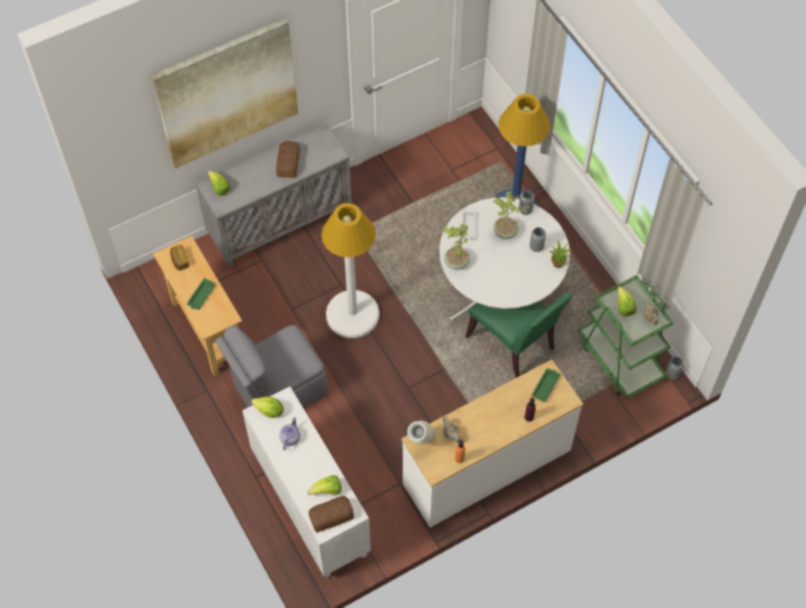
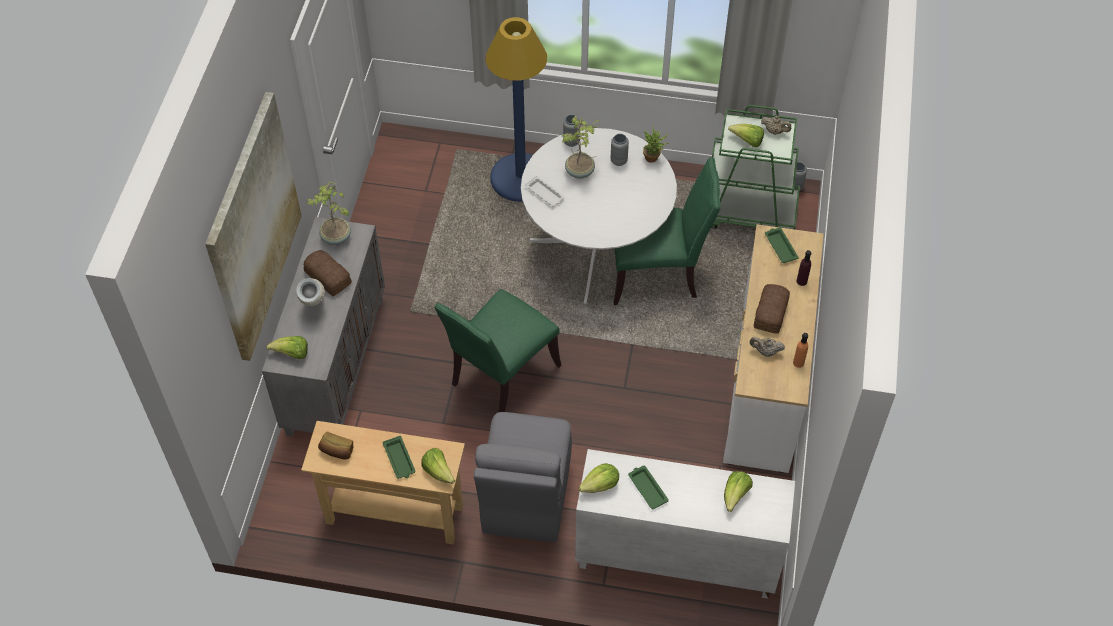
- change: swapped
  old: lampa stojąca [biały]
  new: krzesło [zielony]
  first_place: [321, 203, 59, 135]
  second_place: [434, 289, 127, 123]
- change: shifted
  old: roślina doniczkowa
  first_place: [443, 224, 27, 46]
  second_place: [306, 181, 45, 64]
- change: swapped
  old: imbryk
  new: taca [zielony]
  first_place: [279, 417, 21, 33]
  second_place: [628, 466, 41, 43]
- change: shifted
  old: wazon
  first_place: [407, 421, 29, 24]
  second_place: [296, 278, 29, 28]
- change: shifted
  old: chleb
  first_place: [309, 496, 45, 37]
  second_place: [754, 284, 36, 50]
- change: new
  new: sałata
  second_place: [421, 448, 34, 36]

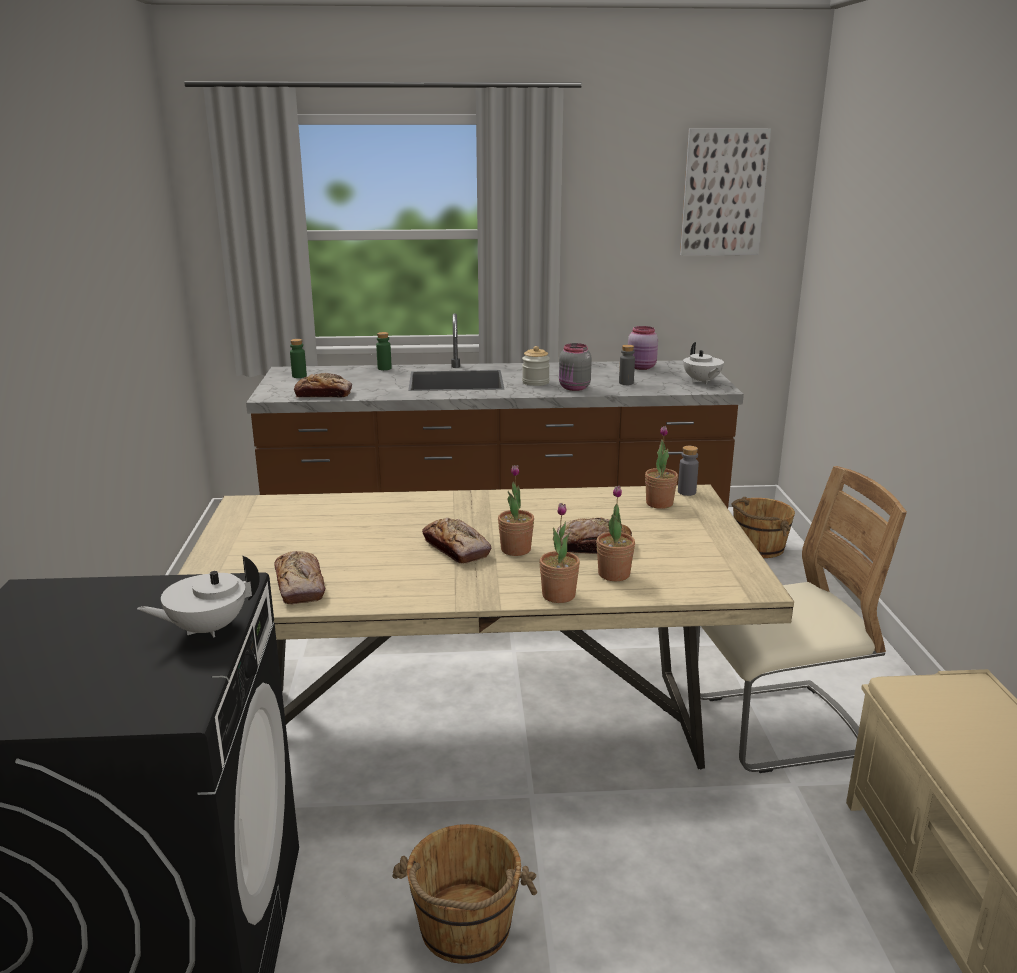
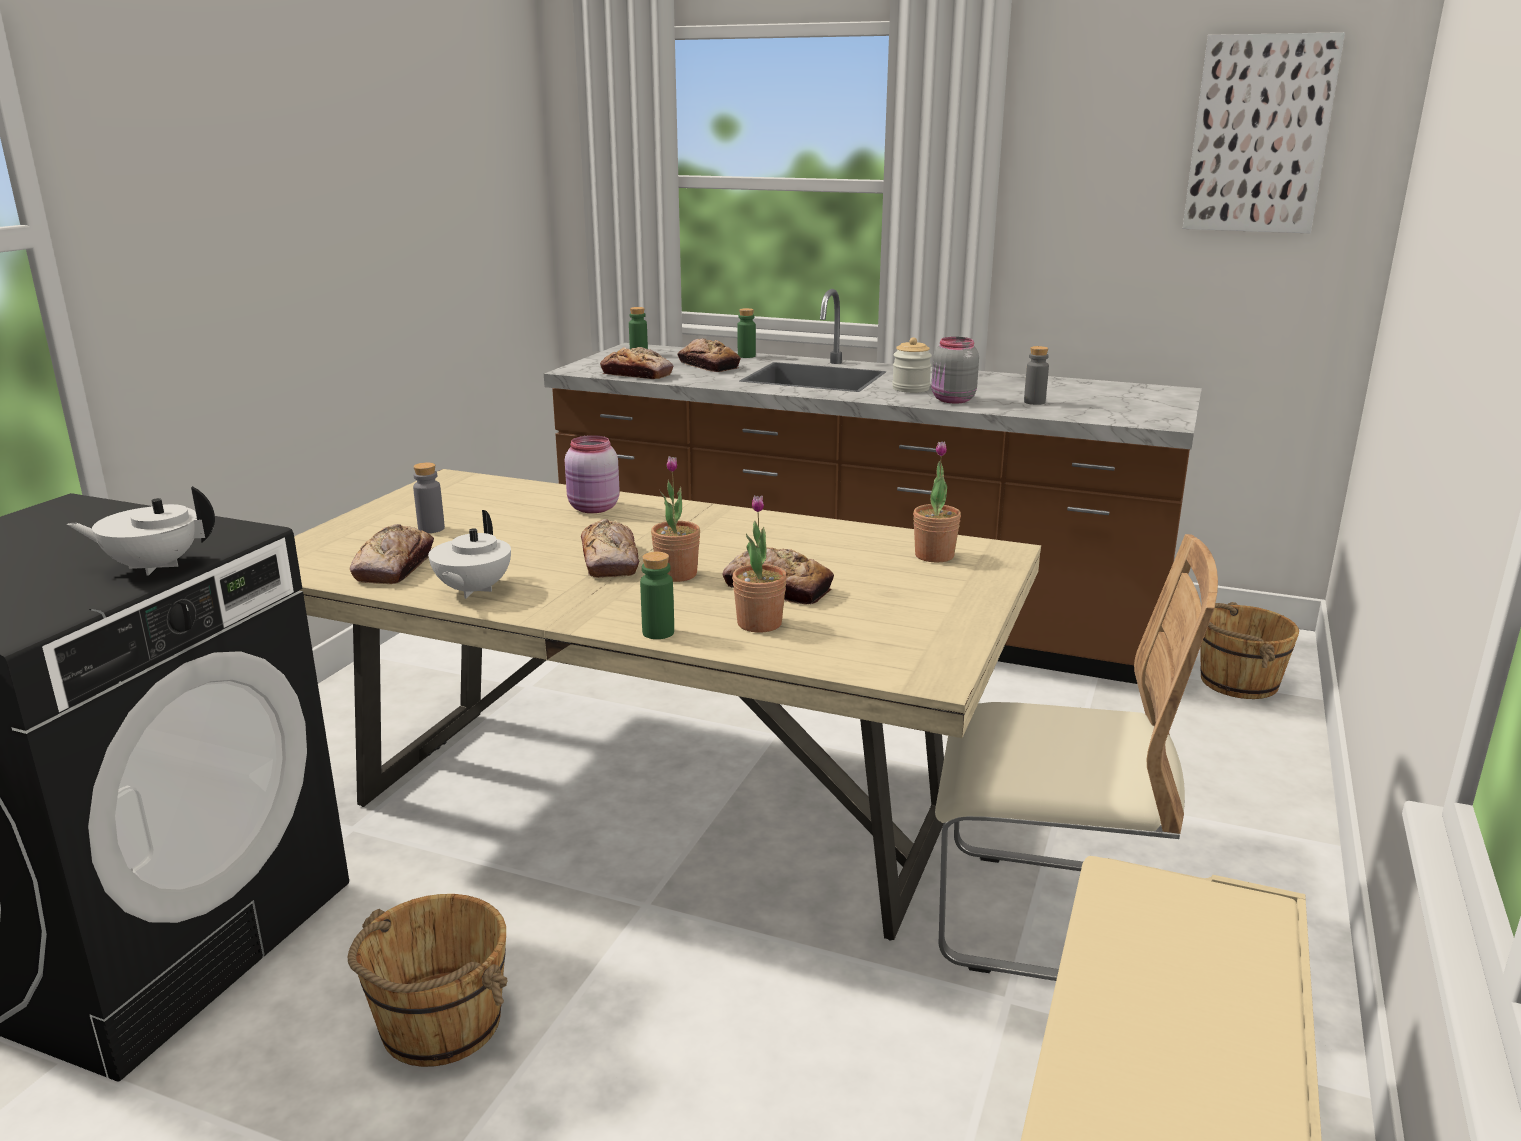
- change: shifted
  old: słoik [różowy]
  first_place: [628, 326, 30, 44]
  second_place: [565, 435, 55, 78]
- change: shifted
  old: imbryk [biały]
  first_place: [683, 342, 41, 42]
  second_place: [428, 510, 83, 89]
- change: shifted
  old: butelka [szary]
  first_place: [678, 446, 21, 50]
  second_place: [413, 463, 32, 70]
- change: swapped
  old: roślina doniczkowa
  new: butelka [zielony]
  first_place: [539, 503, 41, 100]
  second_place: [640, 552, 34, 87]
- change: new
  new: chleb
  second_place: [677, 338, 64, 34]

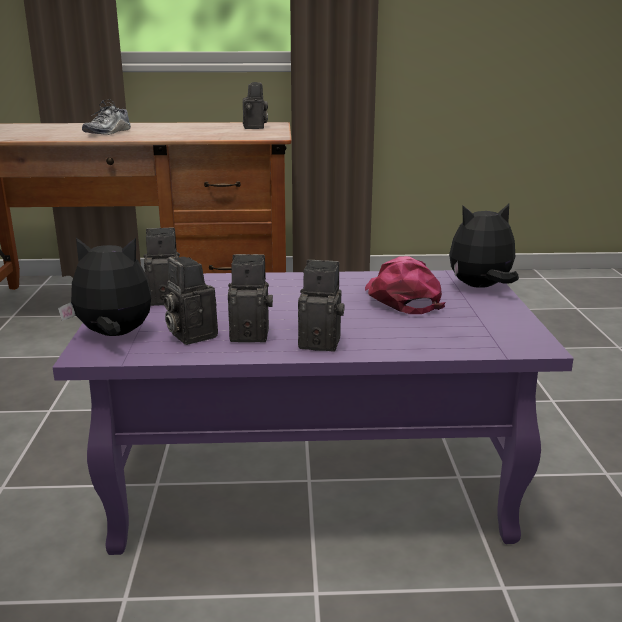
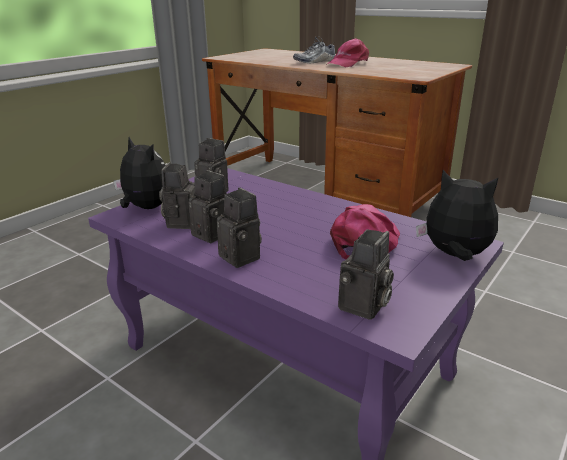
- change: shifted
  old: aparat fotograficzny
  first_place: [243, 82, 25, 47]
  second_place: [338, 229, 56, 91]
- change: new
  new: czapka z daszkiem [różowy]
  second_place: [326, 38, 43, 29]

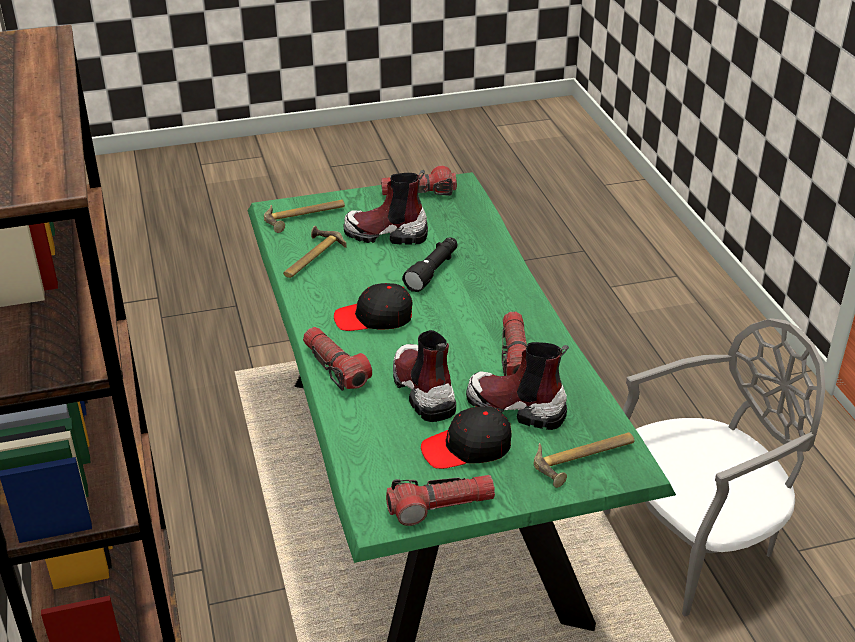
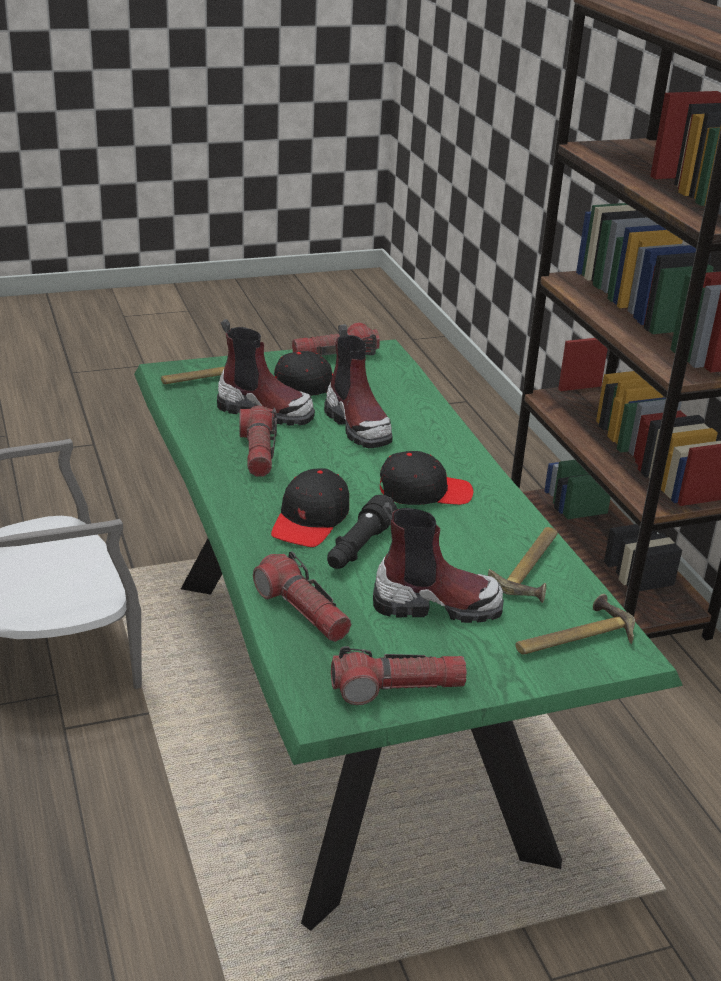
- change: shifted
  old: latarka
  first_place: [303, 327, 69, 64]
  second_place: [253, 551, 98, 91]
- change: new
  new: czapka z daszkiem [czarny]
  second_place: [271, 468, 78, 79]

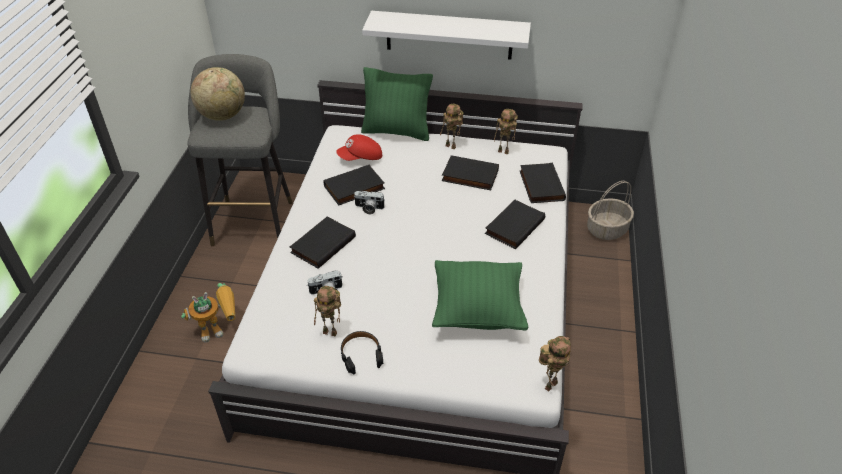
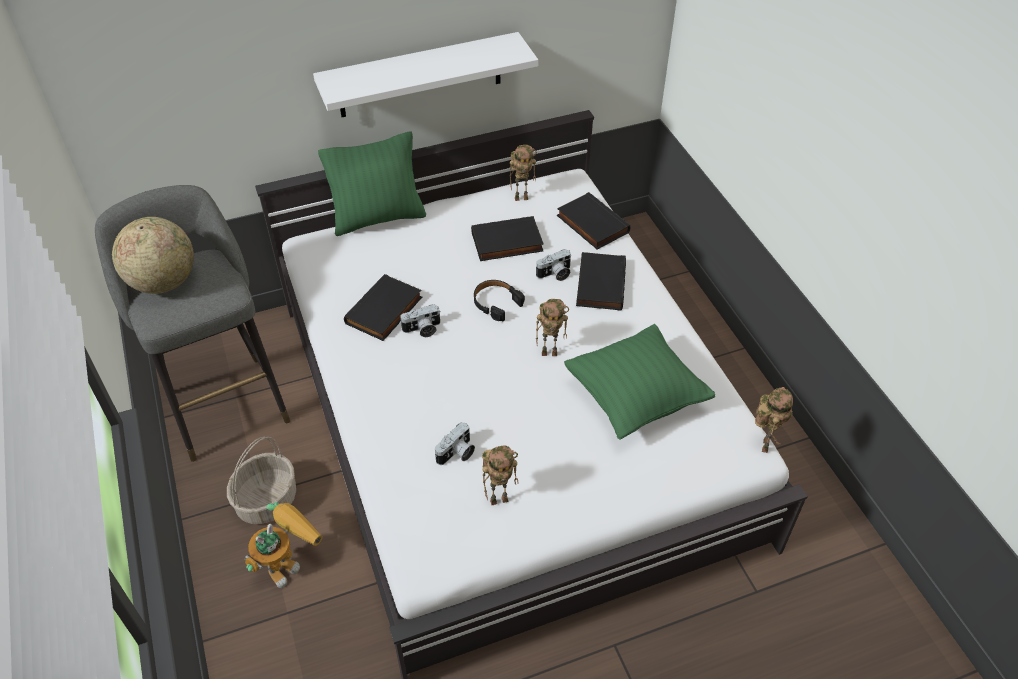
- change: shifted
  old: robot zabawkowy
  first_place: [440, 104, 23, 45]
  second_place: [536, 299, 33, 57]
- change: gone
  old: czapka z daszkiem [czerwony]
  first_place: [336, 134, 46, 27]
- change: shifted
  old: koszyk
  first_place: [587, 181, 47, 59]
  second_place: [227, 437, 69, 87]
- change: gone
  old: książka [czarny]
  first_place: [290, 216, 66, 53]
- change: shifted
  old: słuchawki [czarny]
  first_place: [341, 331, 42, 44]
  second_place: [474, 280, 51, 41]
- change: new
  new: aparat fotograficzny
  second_place: [535, 249, 36, 32]

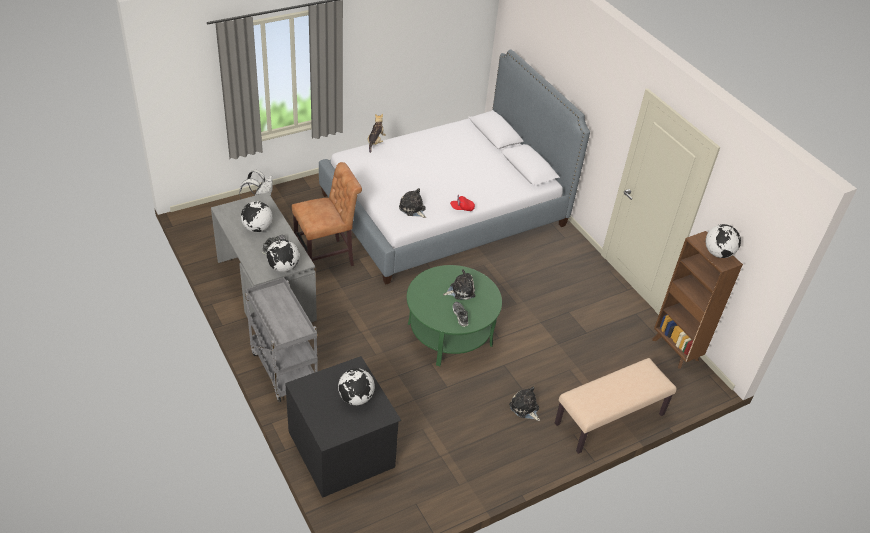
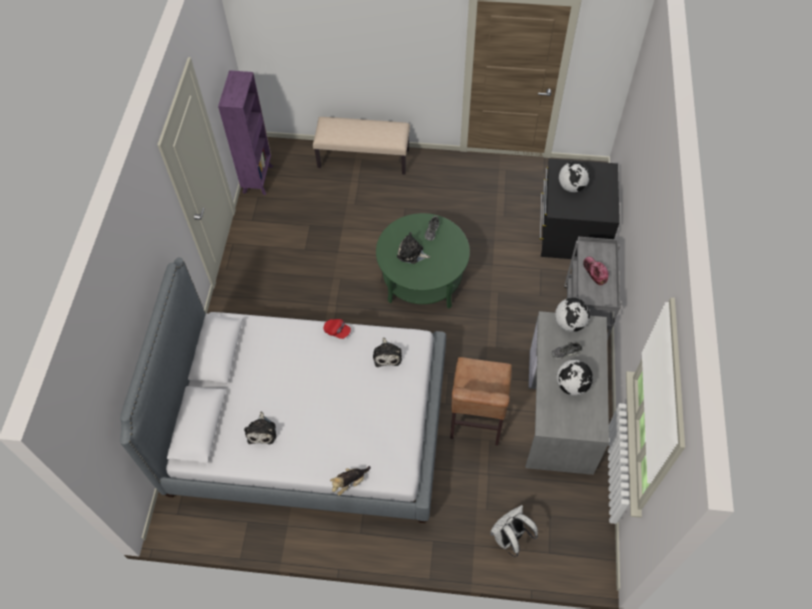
- change: rotated
  old: krzesło [brązowy]
  first_place: [292, 162, 70, 104]
  second_place: [450, 357, 62, 89]
  degrees: -90
- change: gone
  old: globus
  first_place: [705, 224, 36, 34]
- change: repainted
  old: regał [brązowy]
  new: regał [fioletowy]
  first_place: [652, 231, 91, 138]
  second_place: [218, 70, 55, 126]
- change: shifted
  old: pluszak
  first_place: [509, 386, 31, 35]
  second_place: [244, 412, 32, 32]
- change: new
  new: czapka z daszkiem
  second_place: [583, 256, 26, 29]

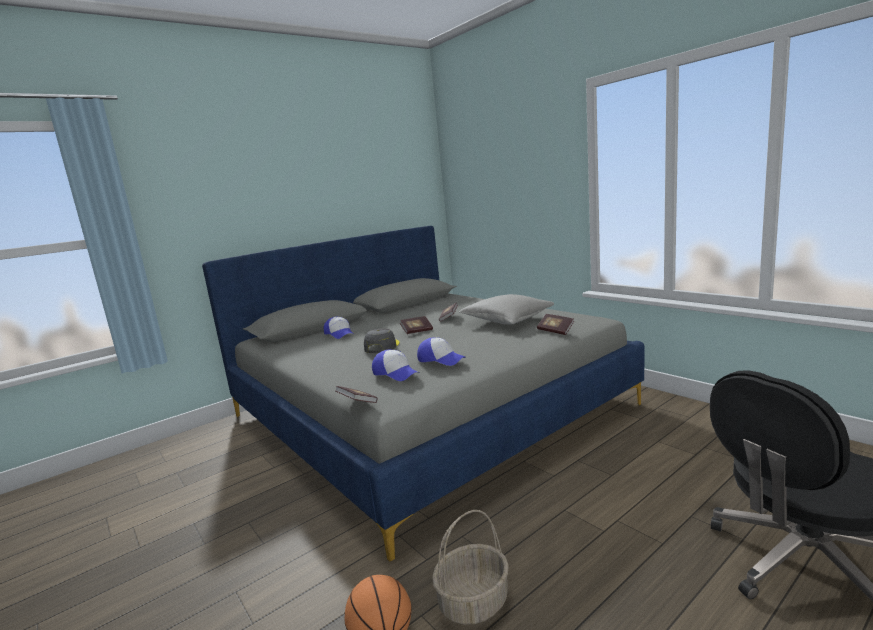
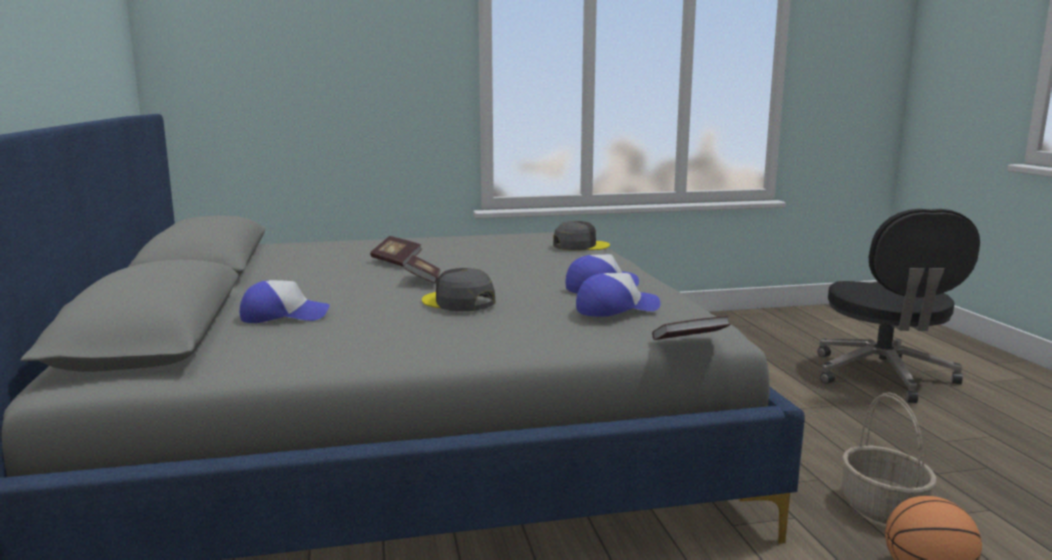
- change: gone
  old: poduszka [szary]
  first_place: [459, 294, 95, 31]
- change: swapped
  old: książka
  new: czapka z daszkiem [szary]
  first_place: [537, 314, 37, 21]
  second_place: [553, 221, 57, 30]

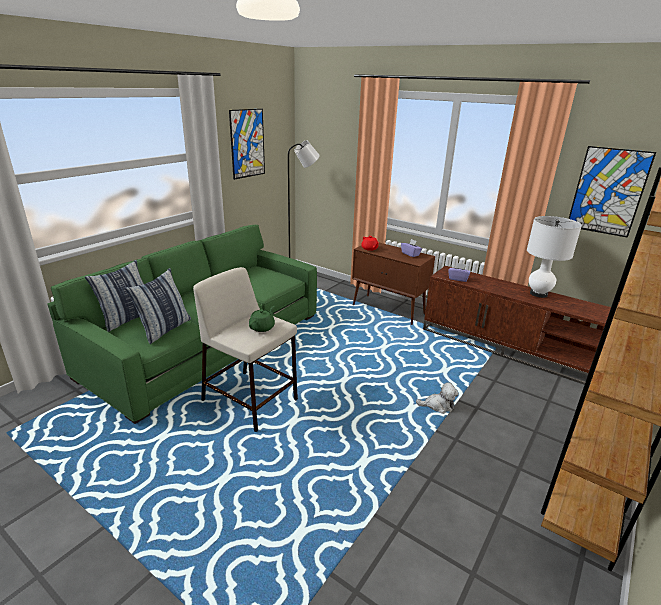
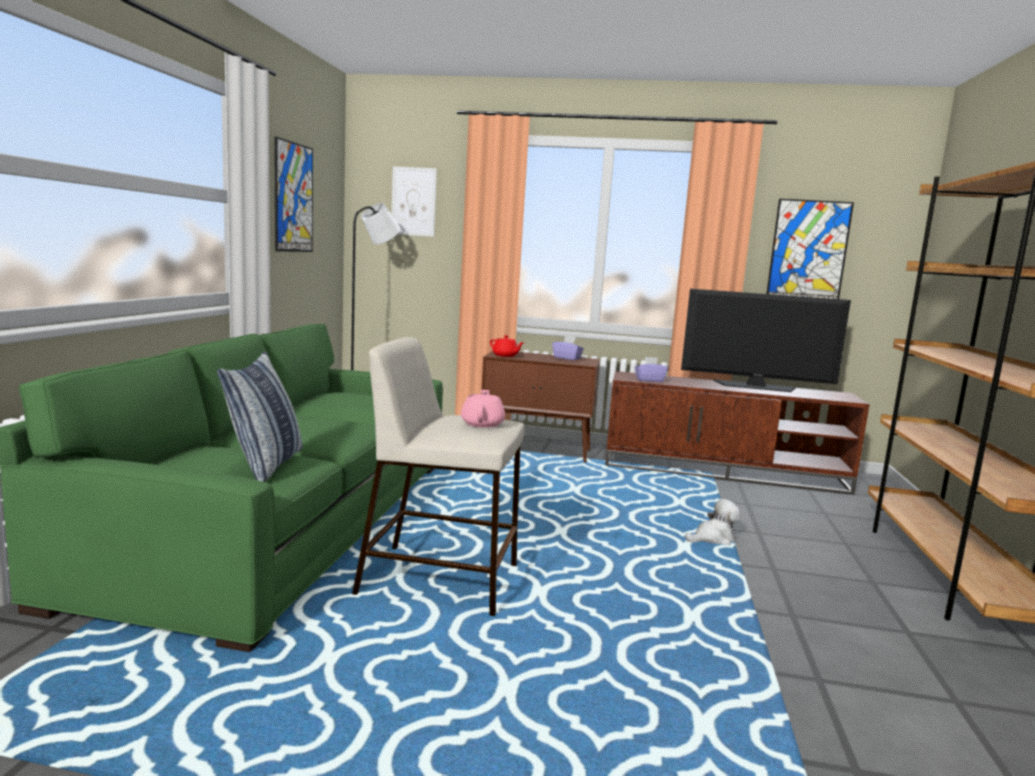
- change: swapped
  old: lampa stołowa [biały]
  new: telewizor
  first_place: [527, 216, 55, 82]
  second_place: [681, 289, 170, 103]
- change: gone
  old: poduszka
  first_place: [85, 260, 59, 72]
- change: repainted
  old: imbryk [zielony]
  new: imbryk [różowy]
  first_place: [249, 306, 26, 26]
  second_place: [461, 390, 44, 38]
- change: new
  new: obraz
  second_place: [392, 166, 45, 71]

